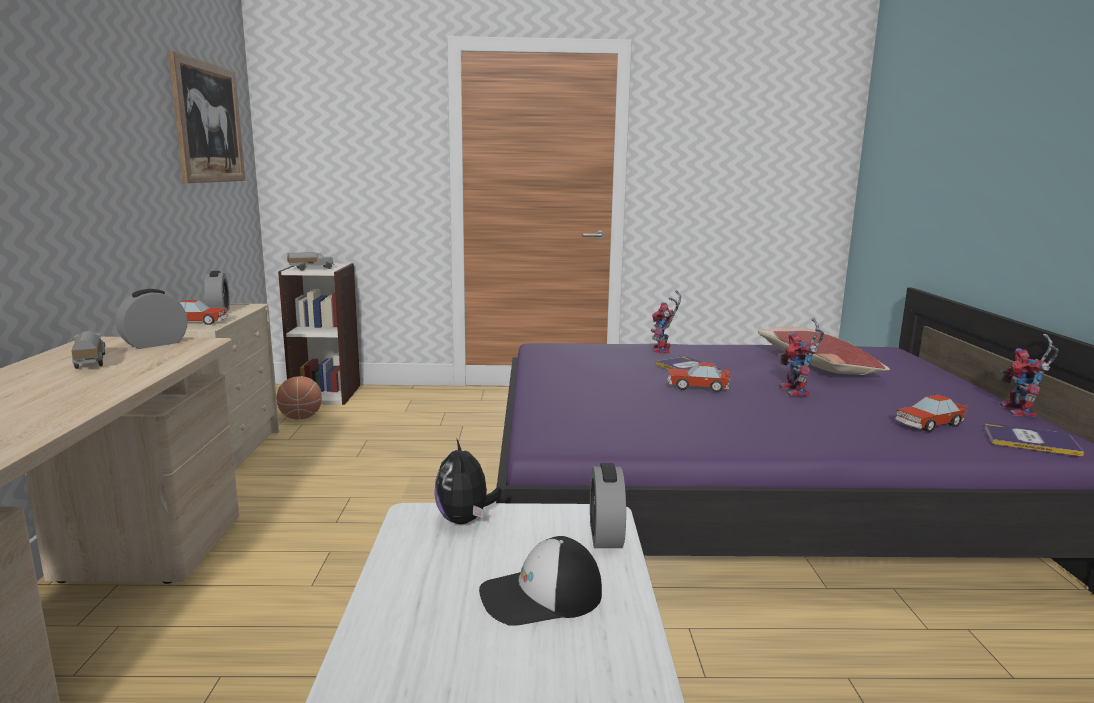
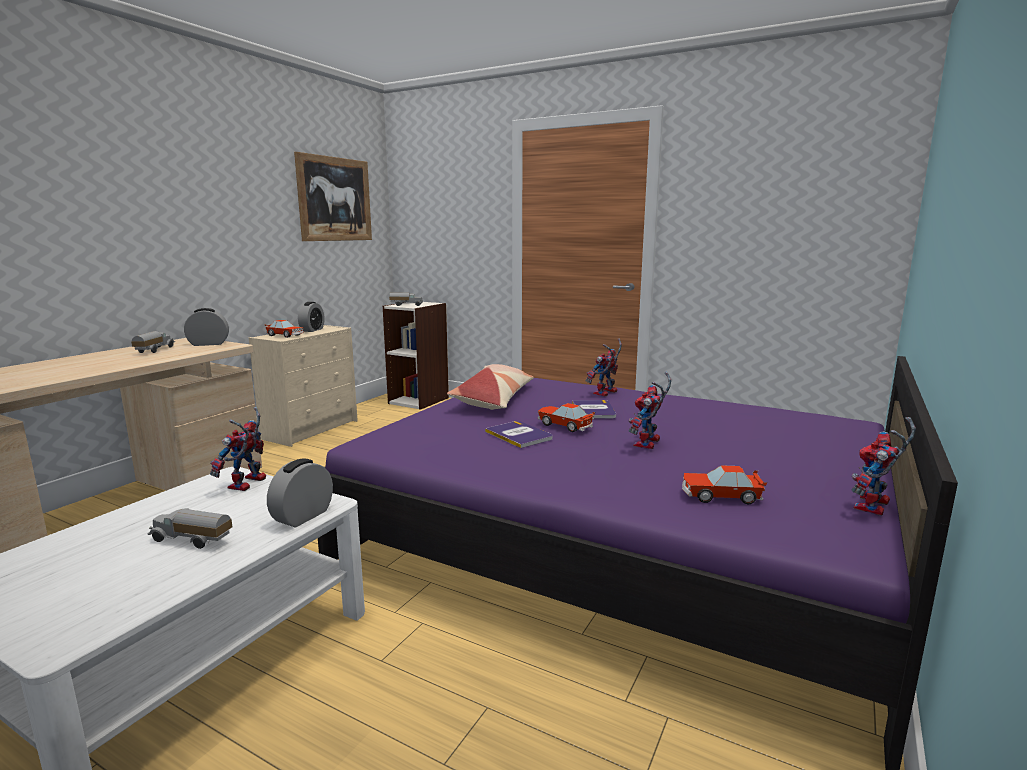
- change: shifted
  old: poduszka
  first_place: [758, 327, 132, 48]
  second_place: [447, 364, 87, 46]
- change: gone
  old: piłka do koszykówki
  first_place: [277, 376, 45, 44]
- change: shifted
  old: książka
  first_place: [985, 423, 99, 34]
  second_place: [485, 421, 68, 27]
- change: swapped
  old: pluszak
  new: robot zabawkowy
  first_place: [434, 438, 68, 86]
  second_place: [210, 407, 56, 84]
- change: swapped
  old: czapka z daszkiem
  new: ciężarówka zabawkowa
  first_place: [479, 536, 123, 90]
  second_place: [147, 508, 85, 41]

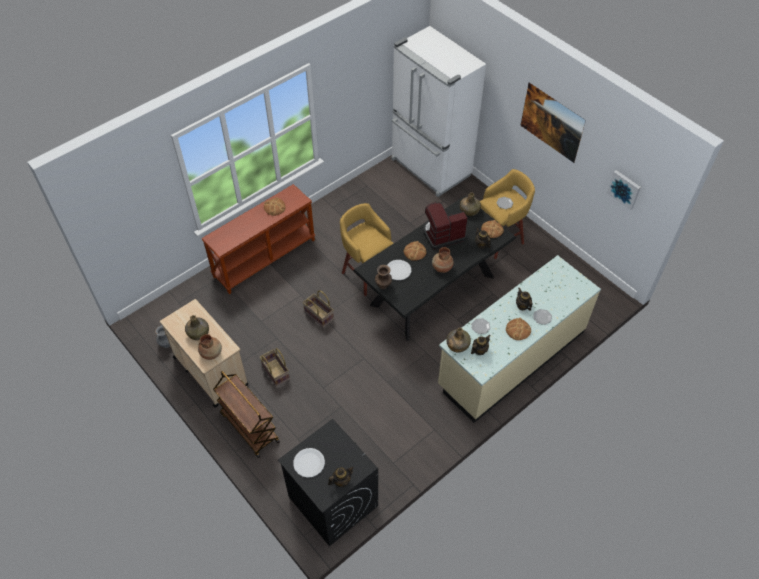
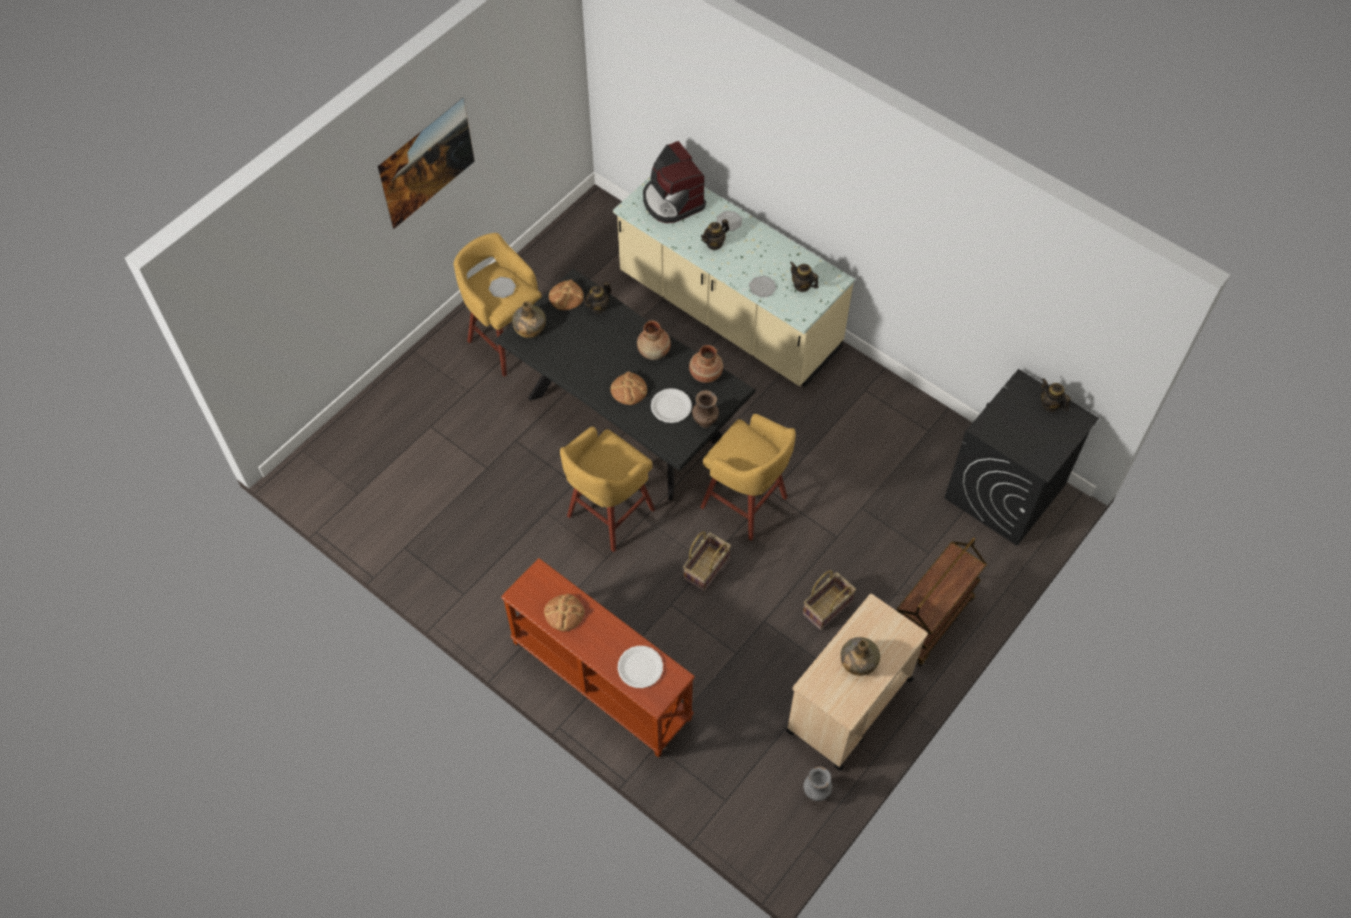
- change: gone
  old: lodówka [biały]
  first_place: [391, 26, 95, 171]
- change: gone
  old: obraz
  first_place: [607, 170, 34, 40]
- change: shifted
  old: ekspres do kawy
  first_place: [423, 202, 44, 48]
  second_place: [643, 141, 63, 82]
- change: gone
  old: chleb
  first_place: [506, 318, 25, 22]
- change: gone
  old: butelka [zielony]
  first_place: [446, 328, 25, 24]
- change: shifted
  old: wazon [brązowy]
  first_place: [198, 334, 24, 26]
  second_place: [689, 345, 34, 38]
- change: shifted
  old: talerz [biały]
  first_place: [293, 448, 32, 30]
  second_place: [618, 646, 45, 42]
- change: new
  new: stołek [żółty]
  second_place: [700, 414, 96, 127]

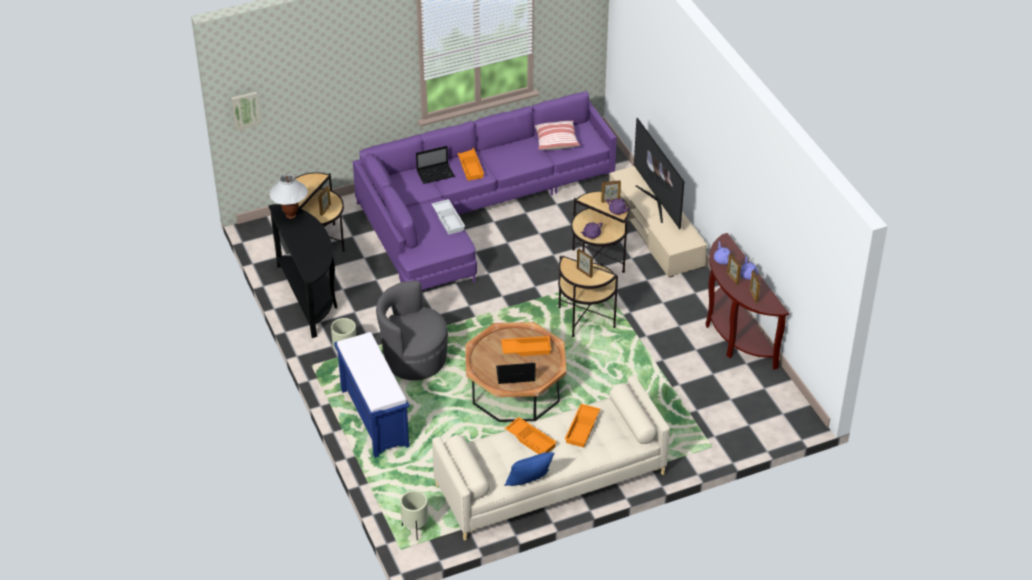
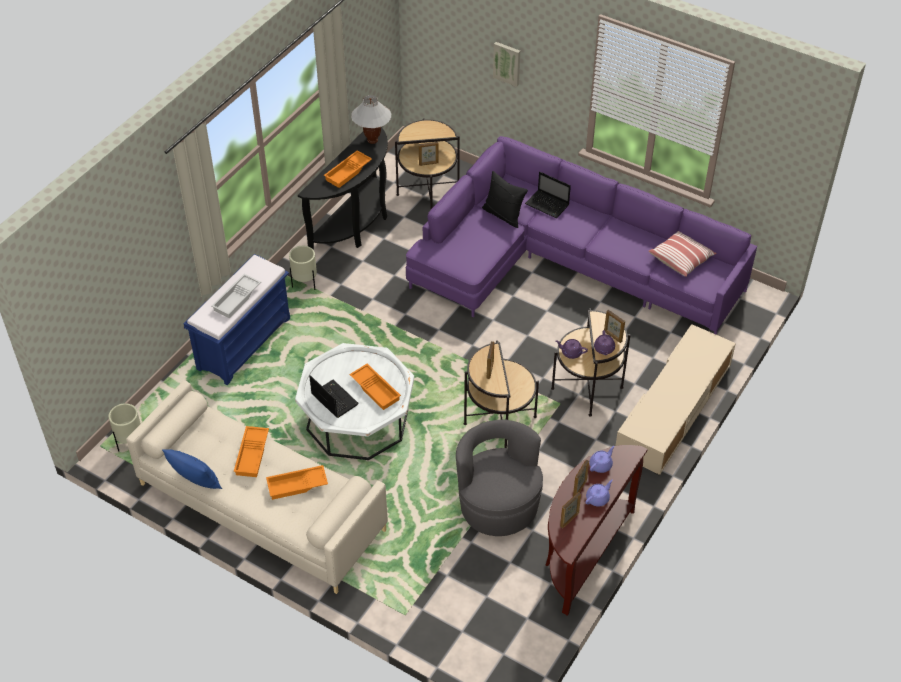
- change: shifted
  old: obraz
  first_place: [231, 91, 30, 40]
  second_place: [493, 42, 27, 45]
- change: gone
  old: telewizor
  first_place: [634, 118, 50, 111]
- change: shifted
  old: taca [pomarańczowy]
  first_place: [458, 148, 26, 33]
  second_place: [324, 150, 48, 38]
- change: shifted
  old: taca [biały]
  first_place: [432, 199, 33, 36]
  second_place: [212, 274, 49, 44]
- change: shifted
  old: fotel [szary]
  first_place: [376, 281, 72, 99]
  second_place: [456, 419, 87, 117]
- change: repainted
  old: ława [brązowy]
  new: ława [biały]
  first_place: [465, 322, 102, 100]
  second_place: [295, 343, 119, 117]
- change: new
  new: poduszka [czarny]
  second_place: [482, 171, 46, 57]

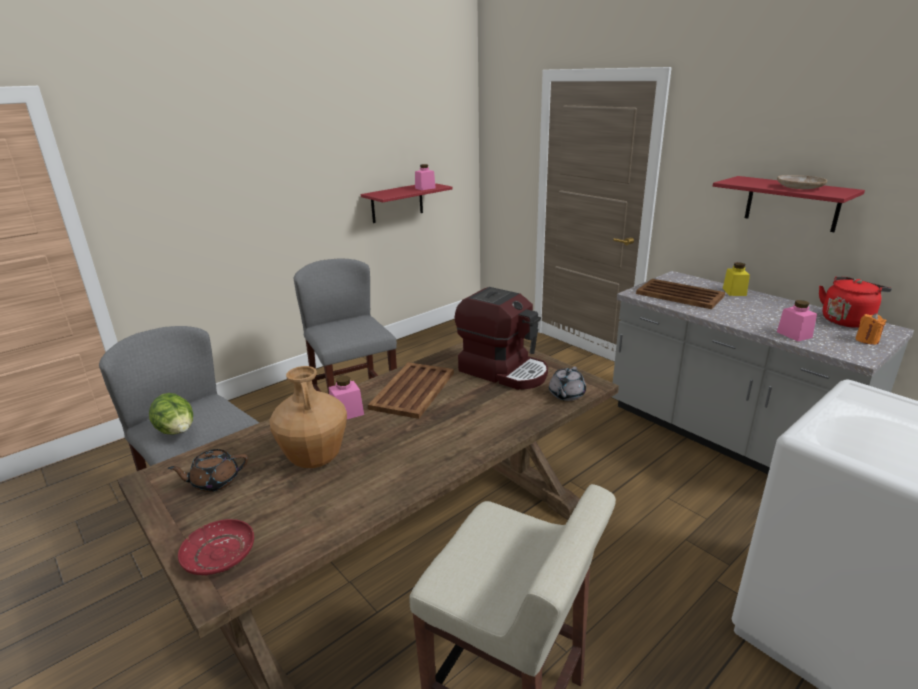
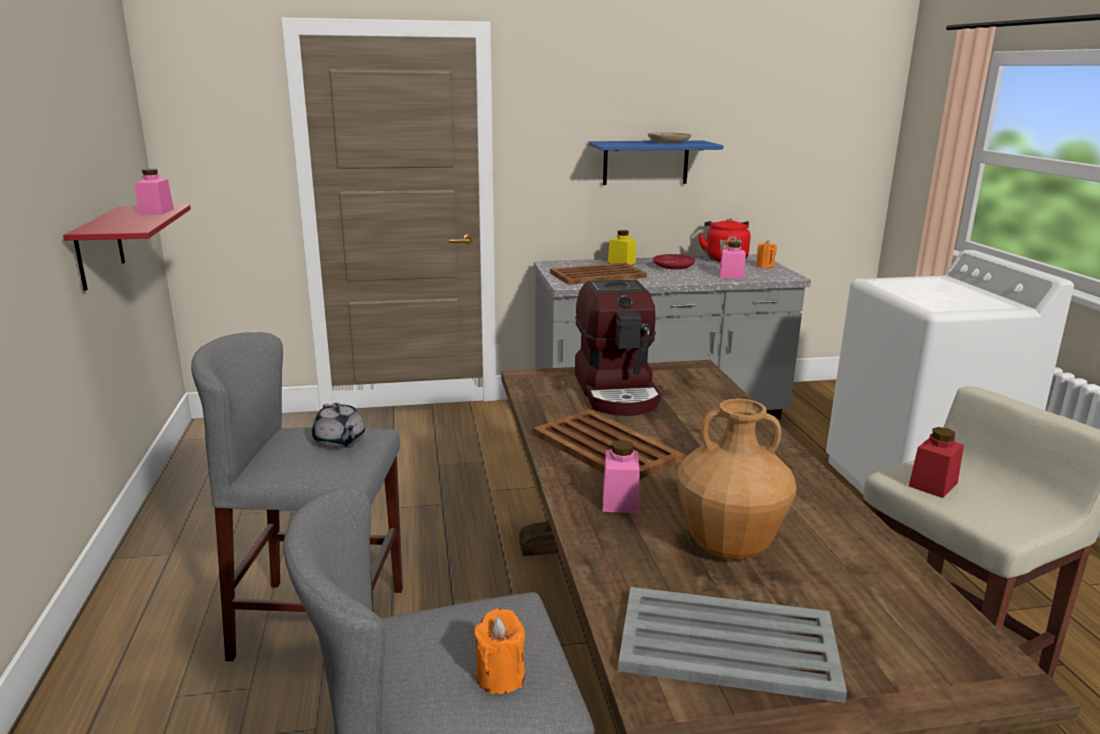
- change: repainted
  old: półka [czerwony]
  new: półka [niebieski]
  first_place: [713, 176, 152, 56]
  second_place: [588, 141, 135, 44]
- change: rotated
  old: ekspres do kawy
  first_place: [455, 287, 93, 103]
  second_place: [575, 280, 86, 136]
  degrees: 105
- change: shifted
  old: imbryk [szary]
  first_place: [549, 366, 37, 35]
  second_place: [312, 403, 53, 45]
- change: swapped
  old: sałata
  new: świeca [pomarańczowy]
  first_place: [149, 393, 44, 42]
  second_place: [474, 608, 51, 86]
- change: swapped
  old: imbryk [brązowy]
  new: taca [szary]
  first_place: [168, 449, 80, 43]
  second_place: [618, 587, 229, 116]
- change: shifted
  old: talerz [czerwony]
  first_place: [178, 519, 76, 56]
  second_place: [653, 254, 42, 15]
- change: new
  new: słoik [czerwony]
  second_place: [909, 427, 55, 71]

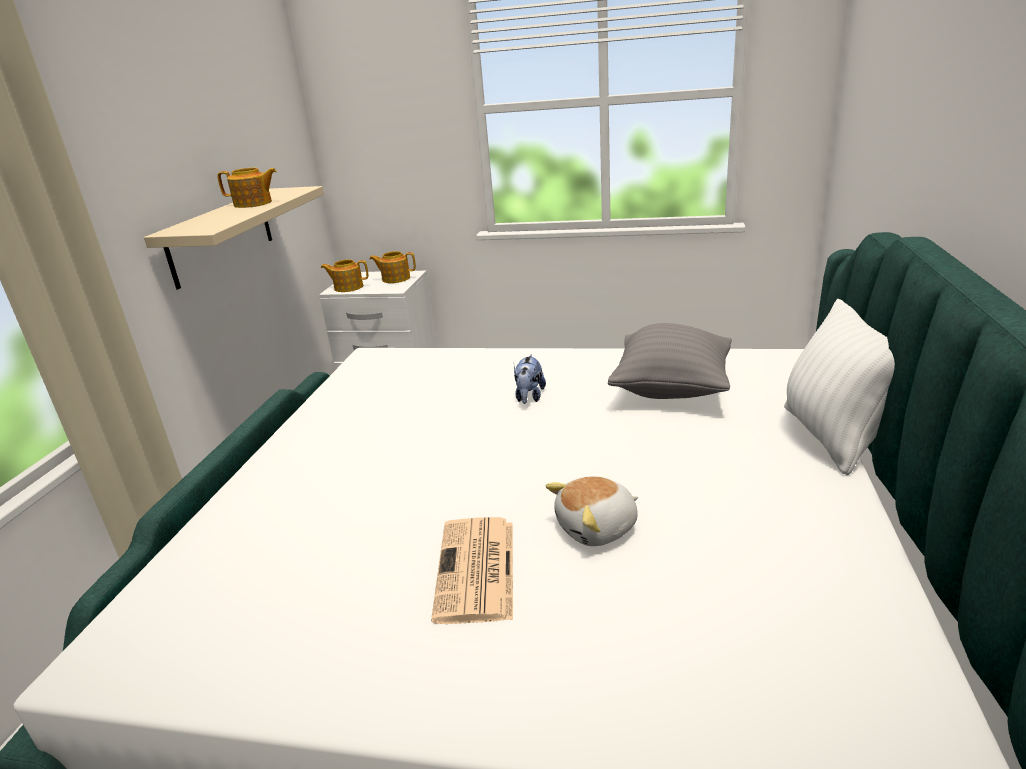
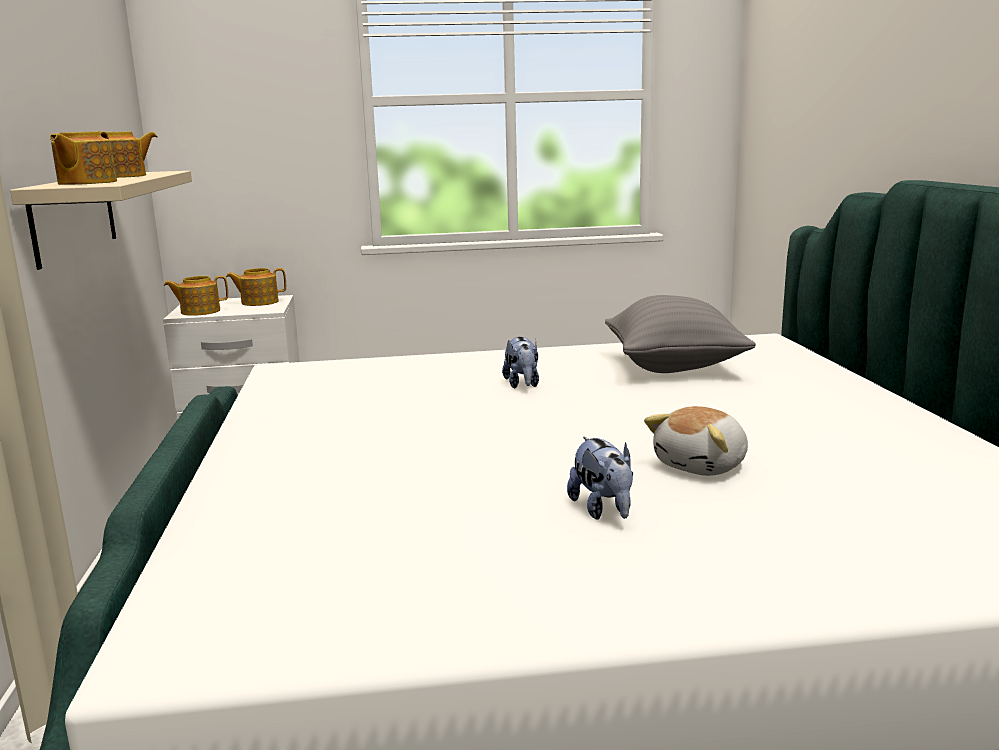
- change: gone
  old: poduszka [biały]
  first_place: [784, 299, 111, 176]
- change: swapped
  old: gazeta
  new: pluszak
  first_place: [431, 517, 82, 107]
  second_place: [567, 437, 66, 83]
- change: new
  new: imbryk
  second_place: [50, 131, 67, 54]

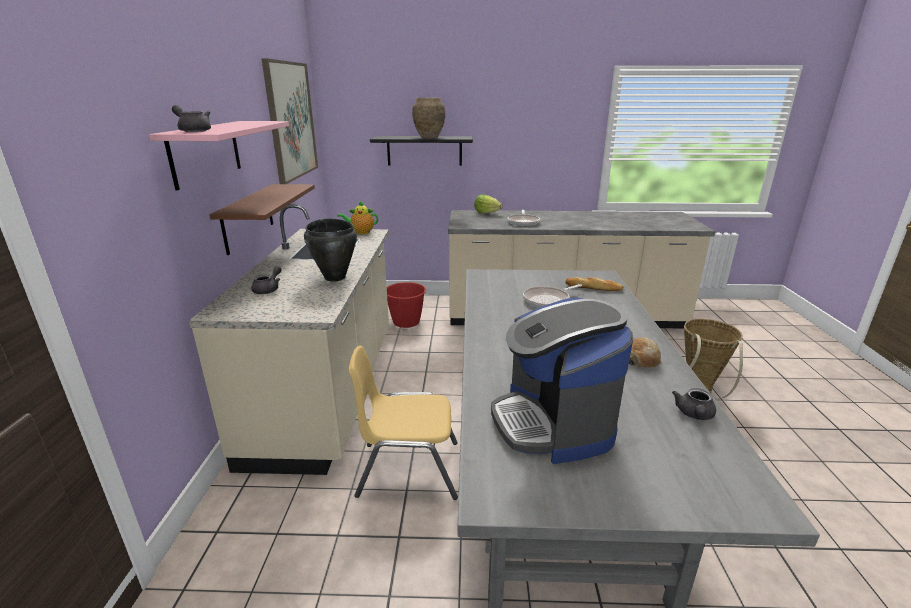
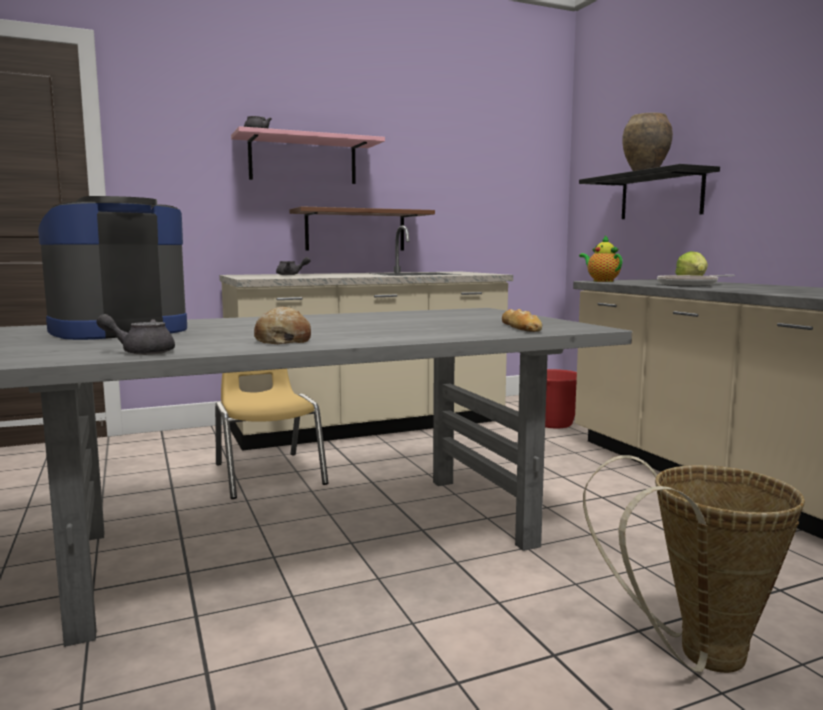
- change: gone
  old: obraz
  first_place: [261, 58, 57, 126]
- change: shifted
  old: imbryk
  first_place: [338, 201, 40, 33]
  second_place: [579, 236, 44, 46]
- change: gone
  old: garnek [czarny]
  first_place: [304, 218, 53, 64]
- change: gone
  old: patelnia
  first_place: [523, 284, 59, 24]

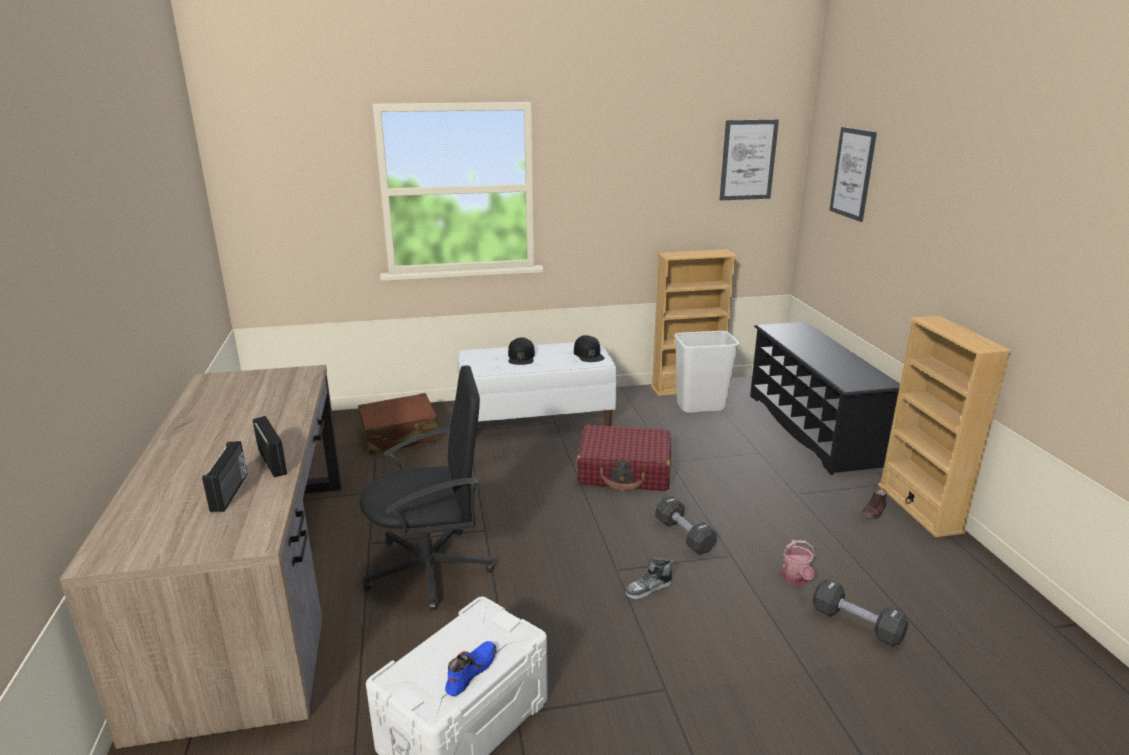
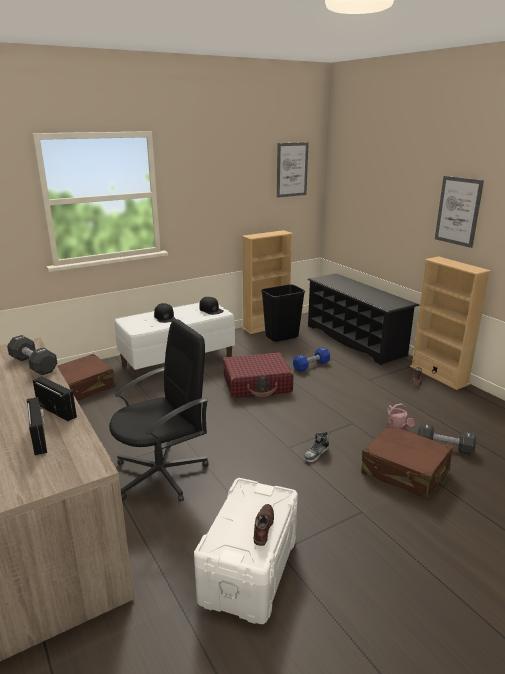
- change: shifted
  old: obraz
  first_place: [829, 127, 48, 95]
  second_place: [435, 176, 49, 72]
- change: repainted
  old: kosz na śmieci [biały]
  new: kosz na śmieci [czarny]
  first_place: [674, 331, 65, 82]
  second_place: [261, 284, 44, 58]
- change: shifted
  old: hantel [czarny]
  first_place: [655, 496, 62, 59]
  second_place: [7, 335, 50, 40]
- change: repainted
  old: but [niebieski]
  new: but [brązowy]
  first_place: [445, 641, 52, 55]
  second_place: [254, 504, 20, 42]
- change: new
  new: hantel [niebieski]
  second_place: [293, 347, 37, 25]
- change: new
  new: walizka [brązowy]
  second_place: [361, 425, 92, 75]

